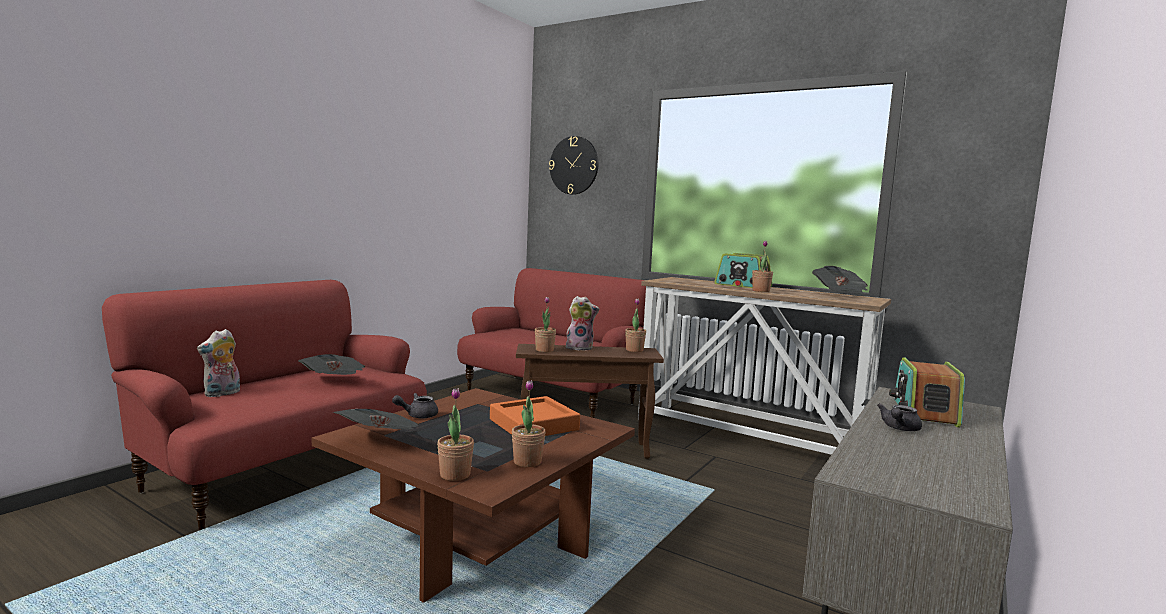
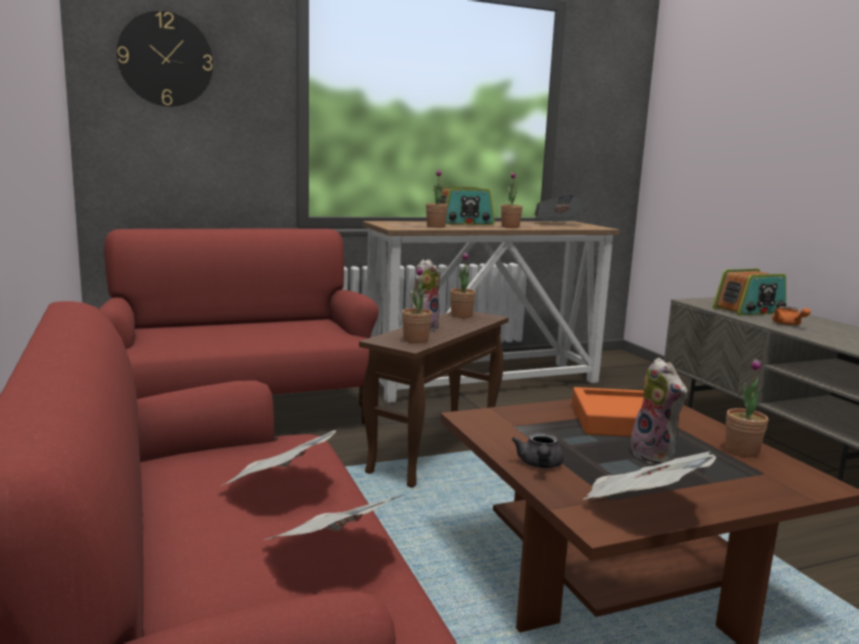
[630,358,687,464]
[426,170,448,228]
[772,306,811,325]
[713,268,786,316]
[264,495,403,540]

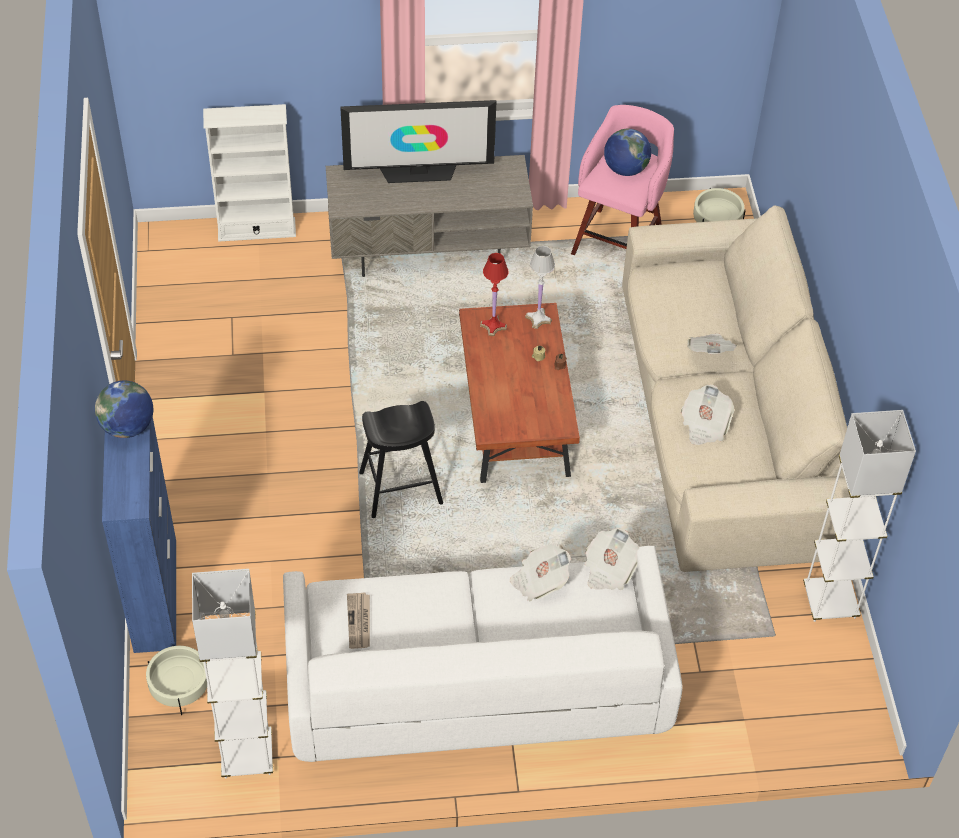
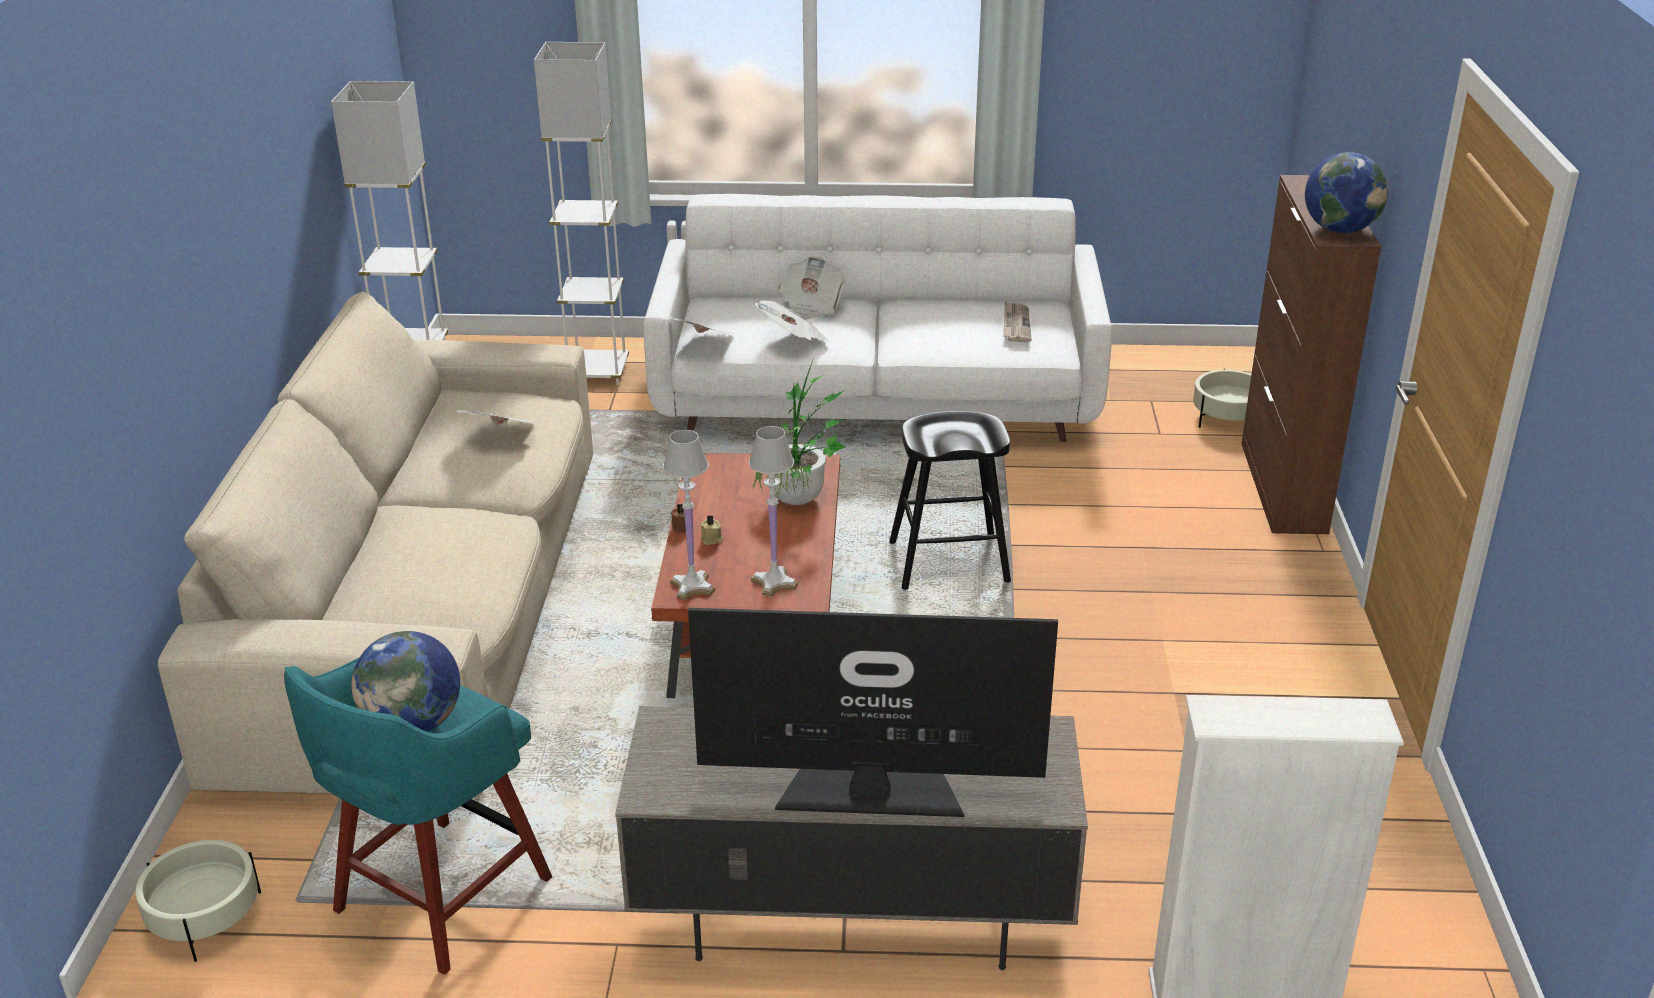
[1242,175,1381,534]
[534,42,629,385]
[749,426,798,597]
[284,657,552,975]
[779,256,845,320]
[752,358,846,505]

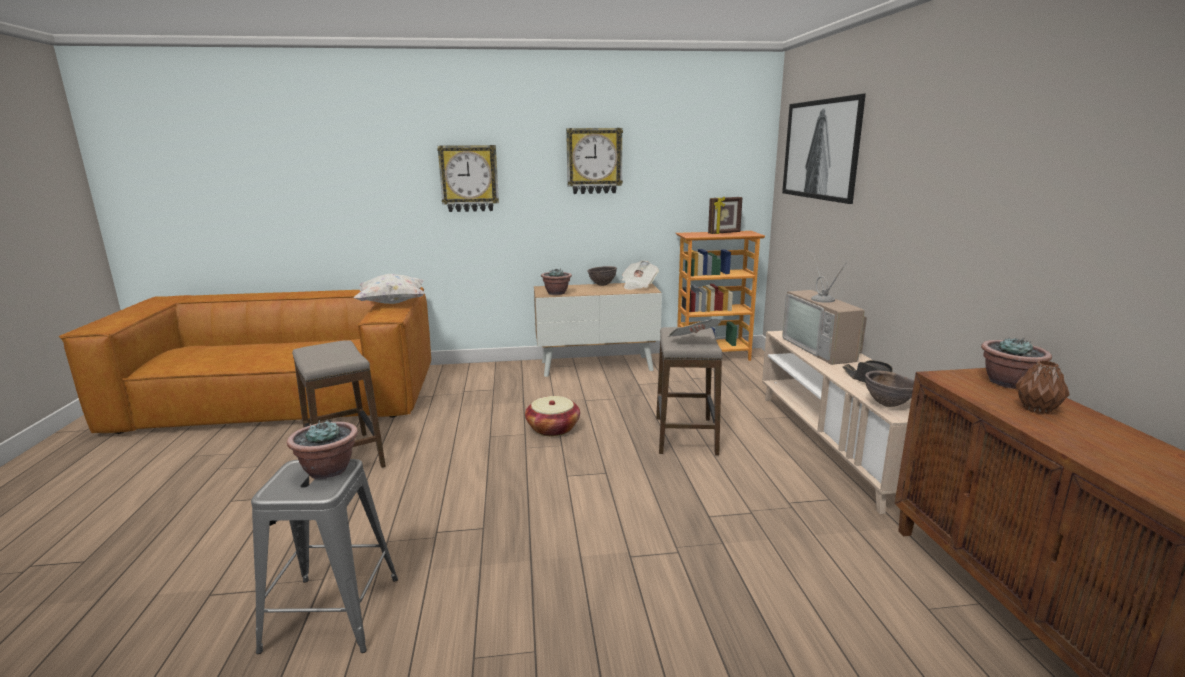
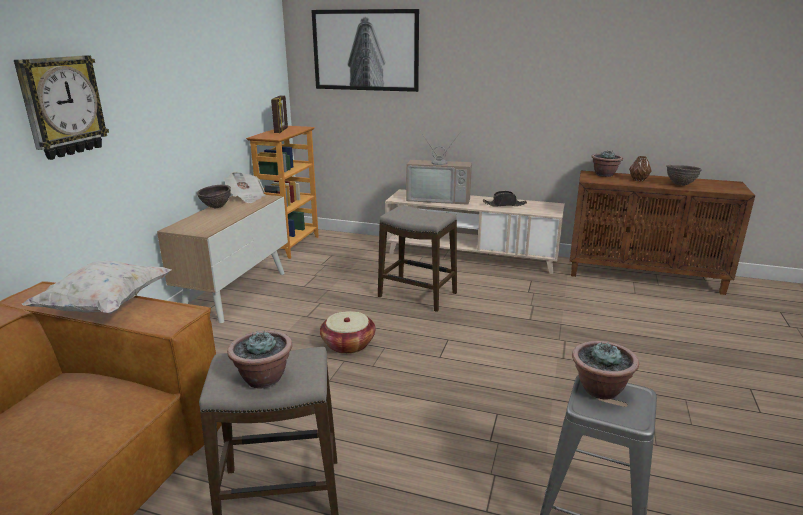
[227,331,292,389]
[566,128,623,194] (first image)
[667,319,722,337] (first image)
[666,165,701,186]

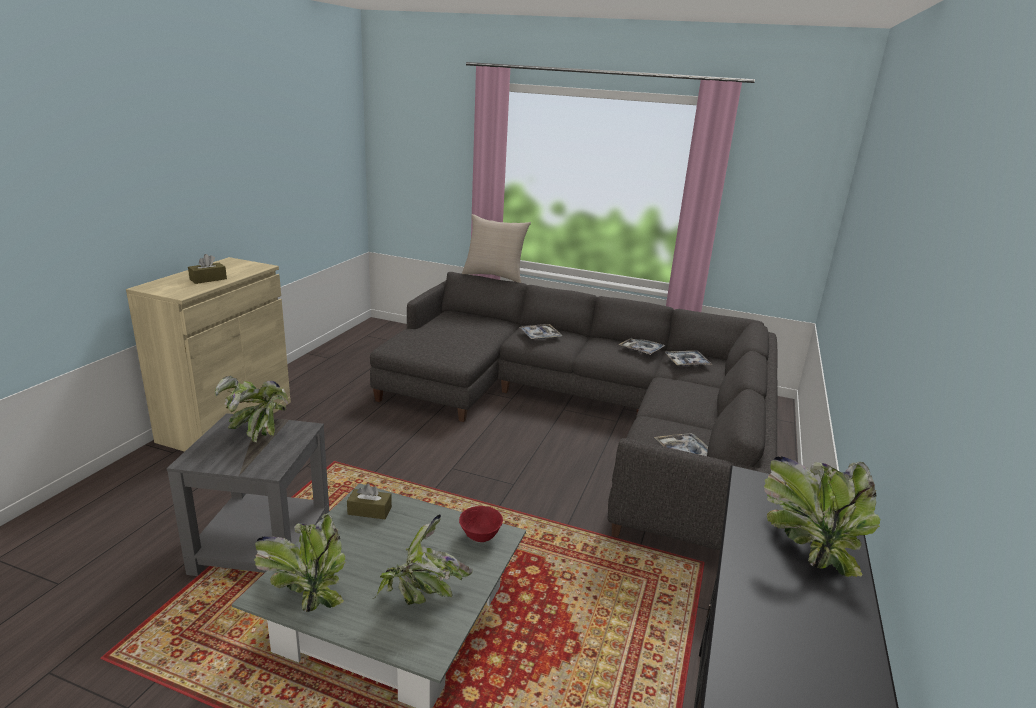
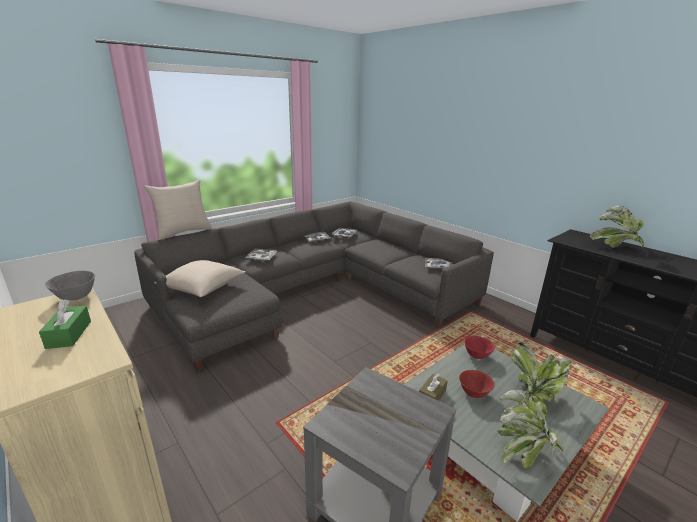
[39,299,91,349]
[215,375,288,443] (first image)
[45,271,95,301]
[155,260,246,297]
[459,370,495,398]

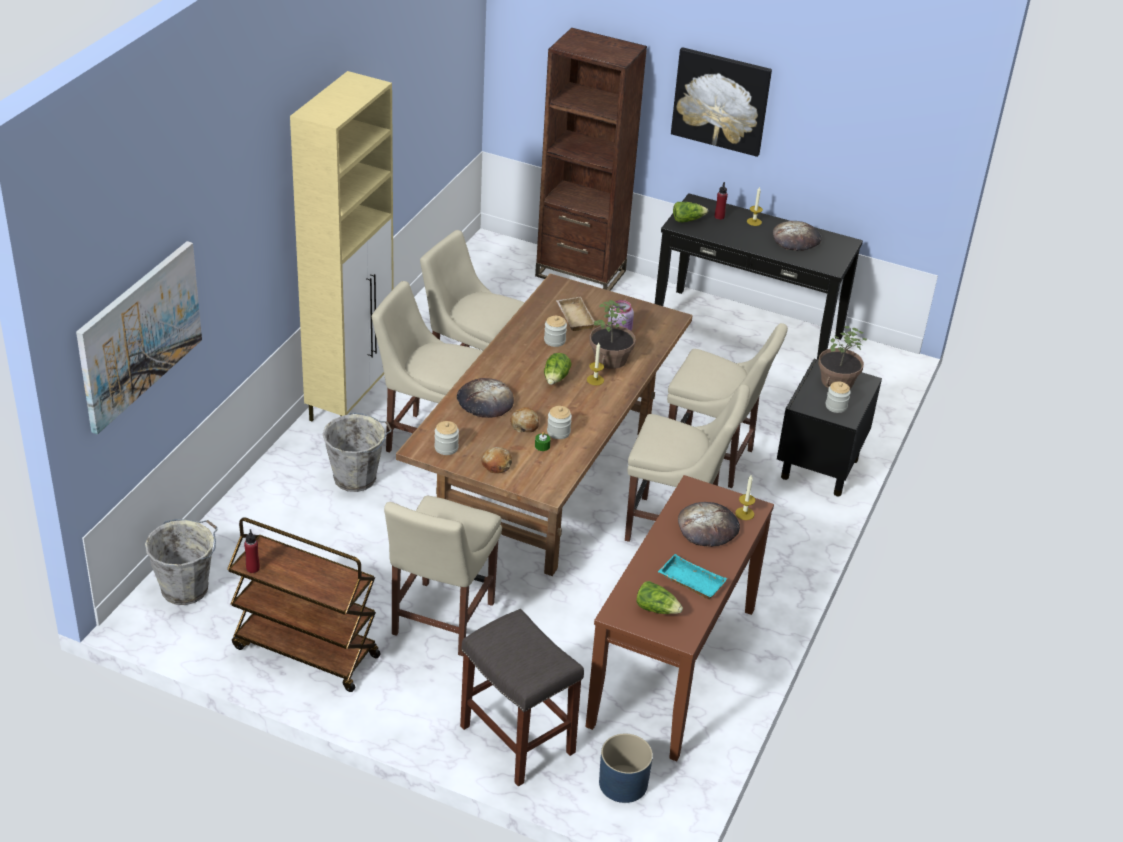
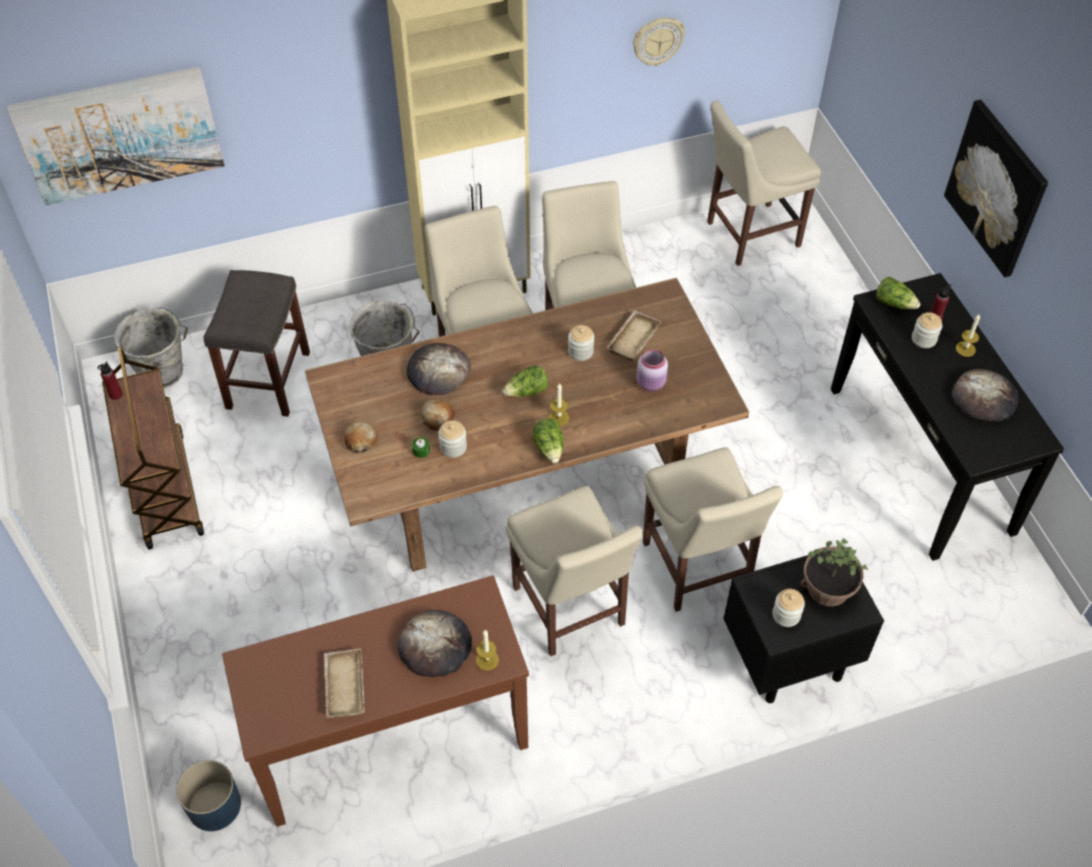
[707,101,821,266]
[912,312,942,348]
[204,270,310,417]
[535,28,647,291] (first image)
[589,300,636,369] (first image)
[532,418,564,464]
[324,648,365,718]
[633,18,685,66]

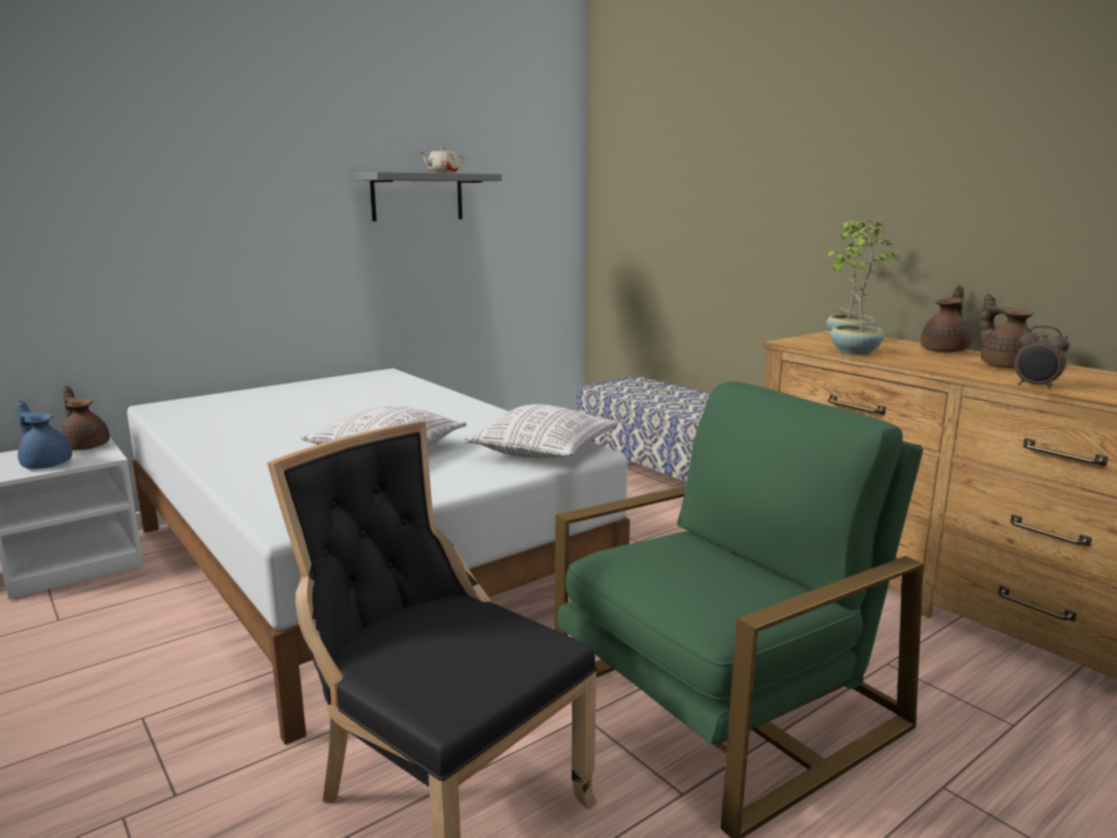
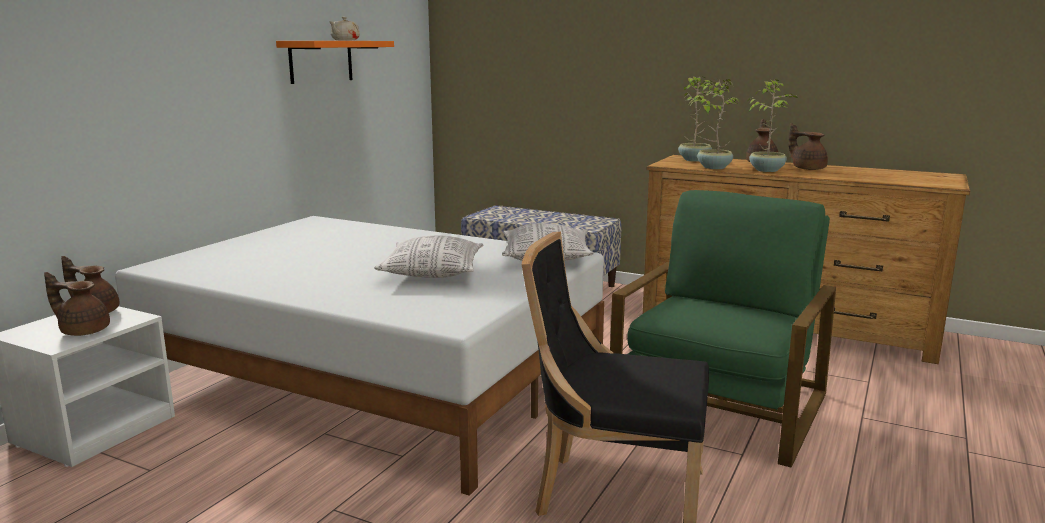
[44,272,110,336]
[276,41,394,84]
[1014,325,1070,390] (first image)
[748,79,797,172]

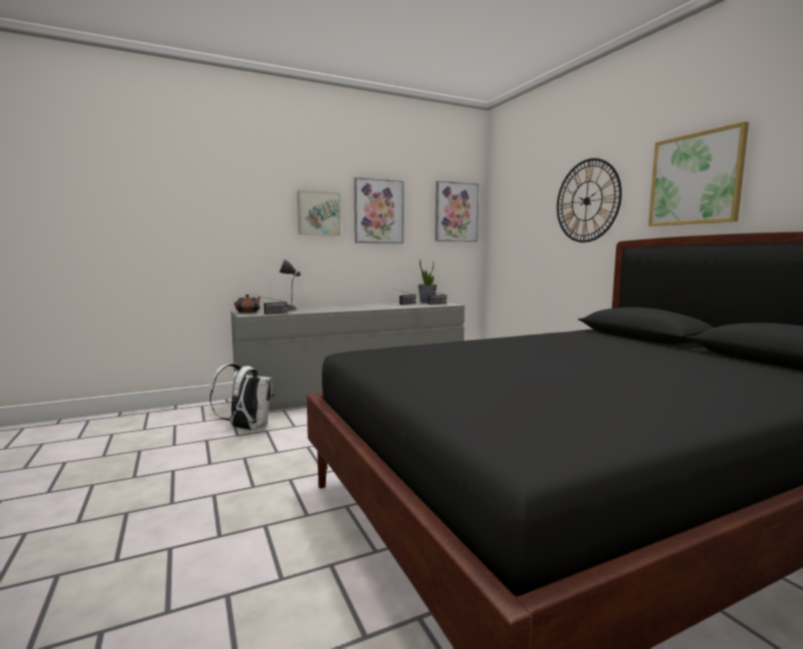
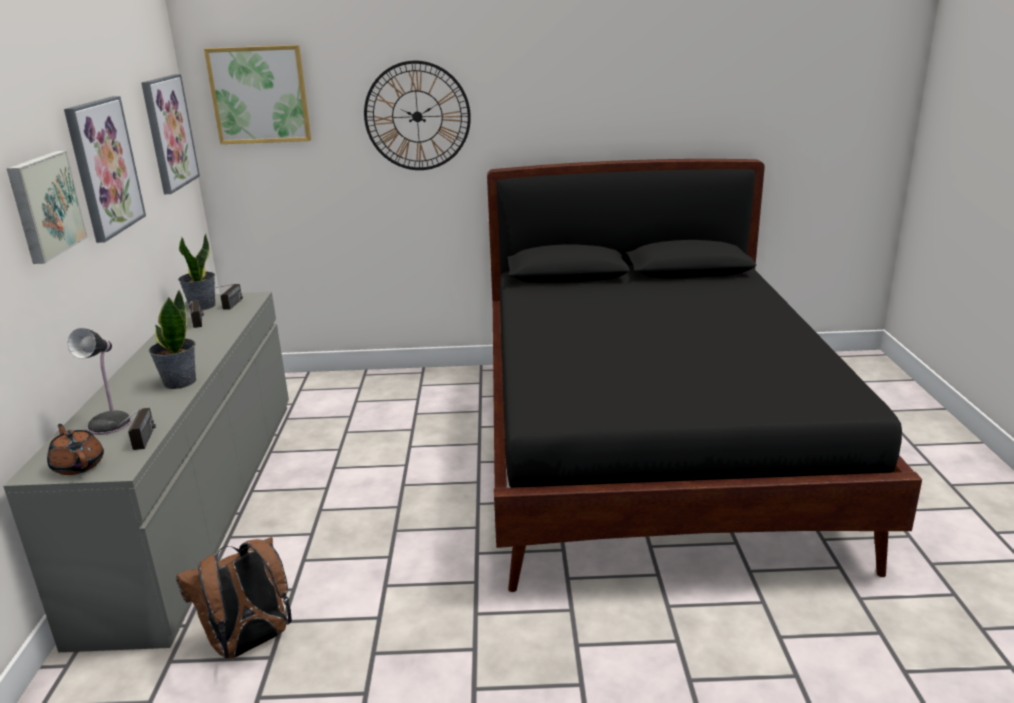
[176,537,292,659]
[204,45,311,144]
[149,289,196,389]

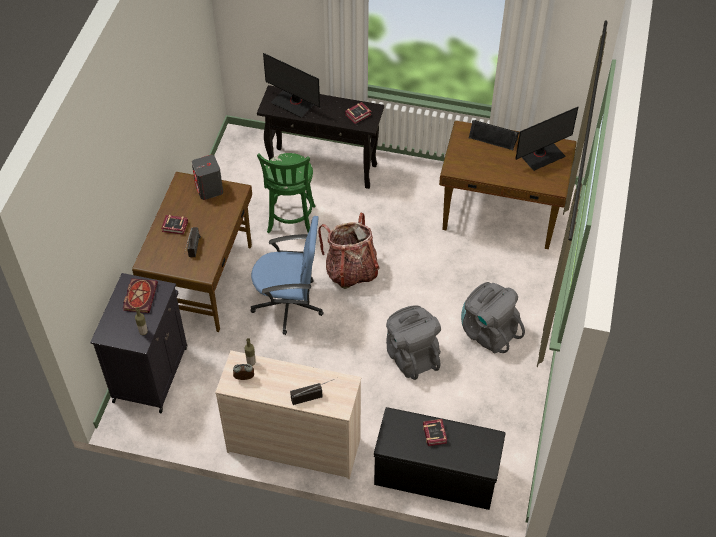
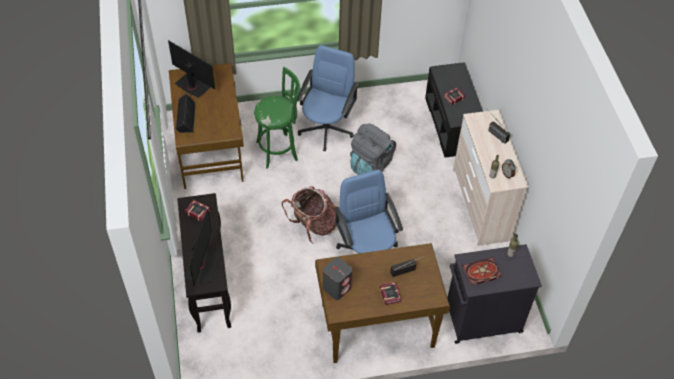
[254,67,300,169]
[297,45,359,151]

